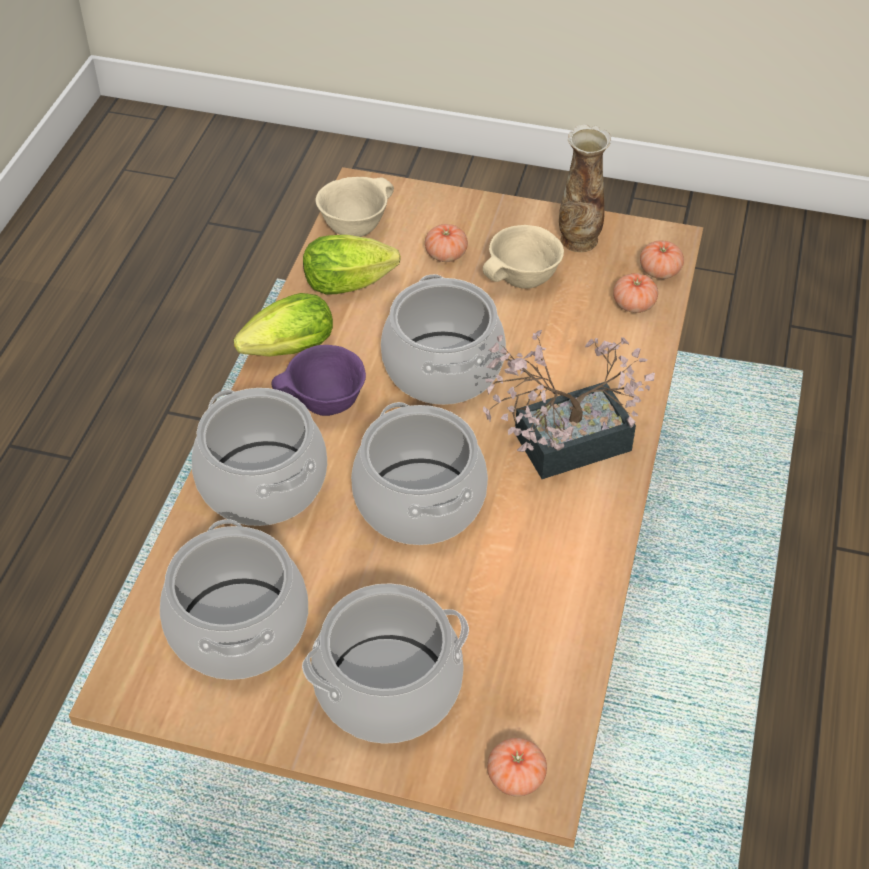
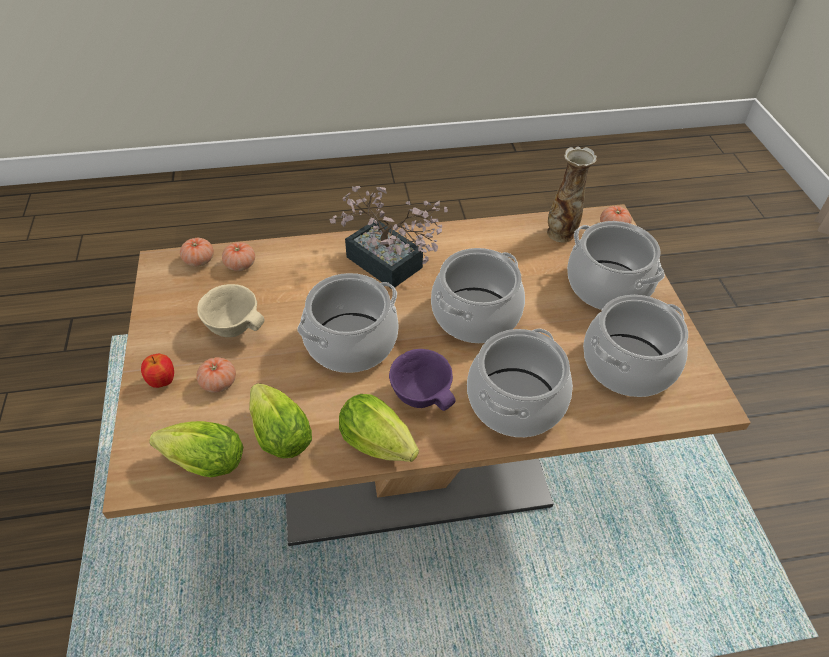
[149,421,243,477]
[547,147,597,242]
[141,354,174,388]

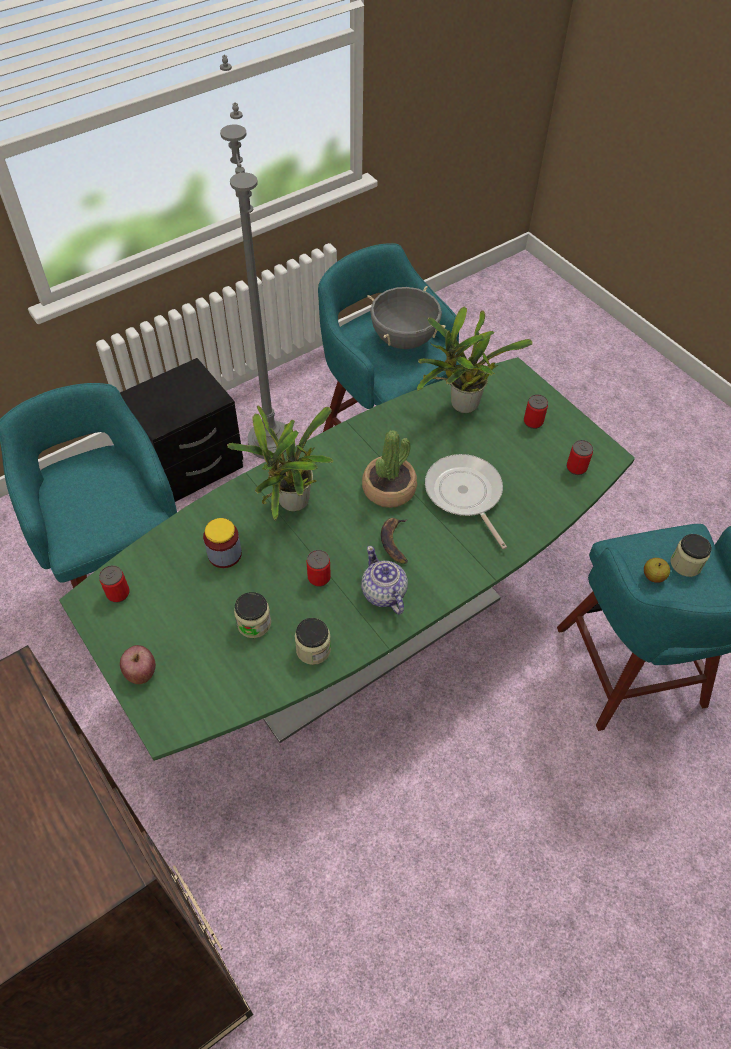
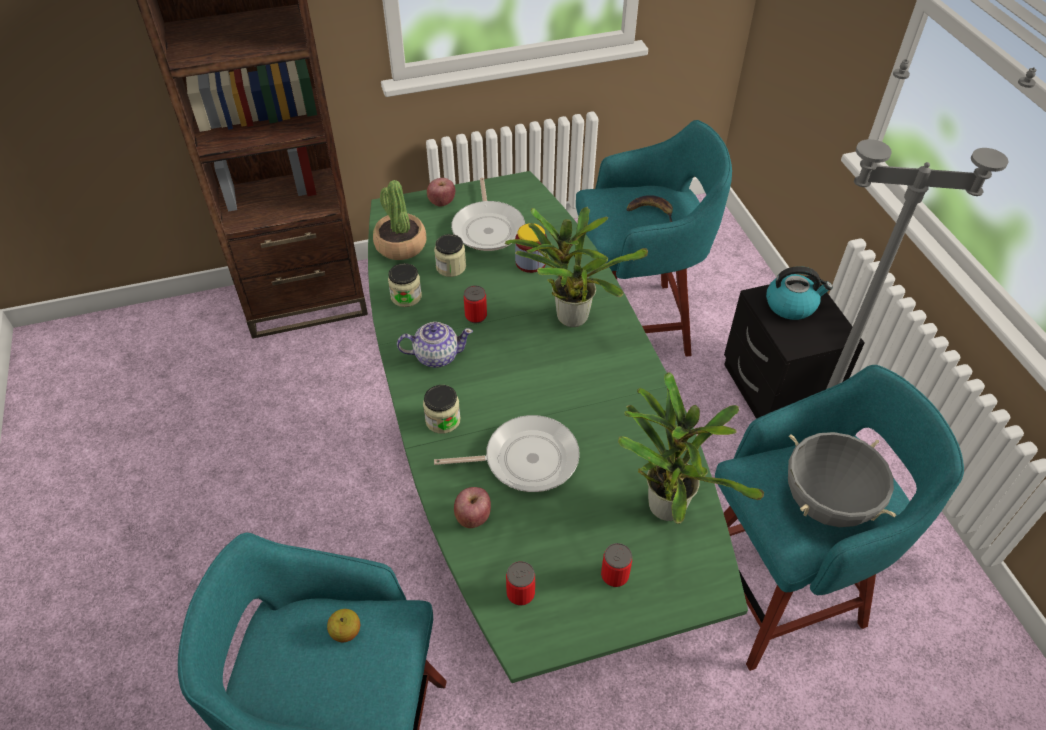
[99,565,130,602] (first image)
[373,180,426,260]
[626,195,673,222]
[423,385,461,434]
[451,178,525,251]
[454,487,491,528]
[766,266,833,320]

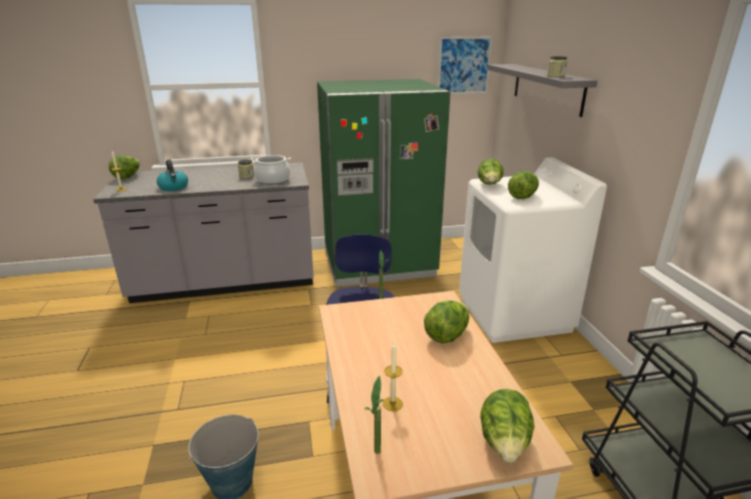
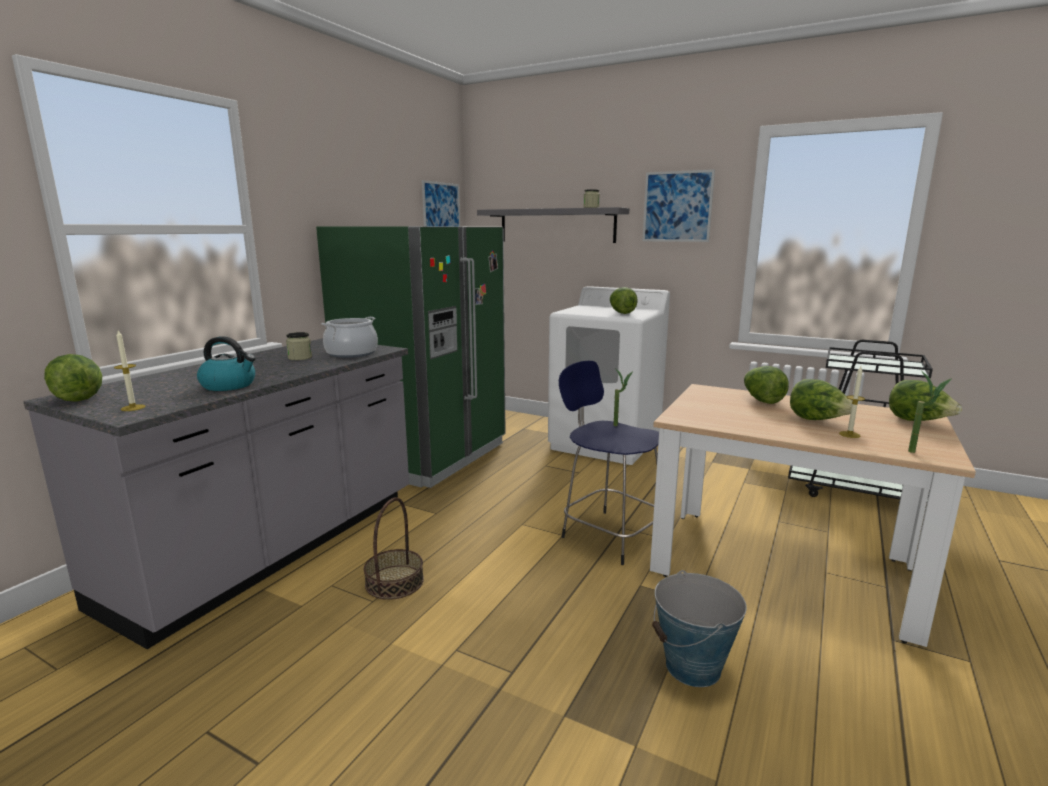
[790,379,852,420]
[364,497,424,600]
[642,169,715,242]

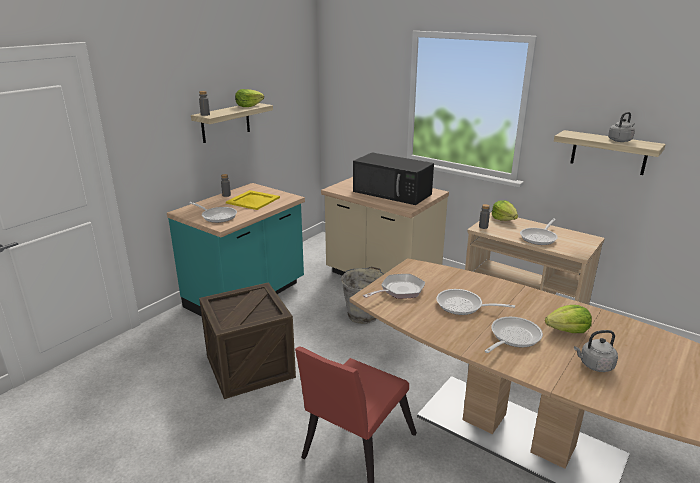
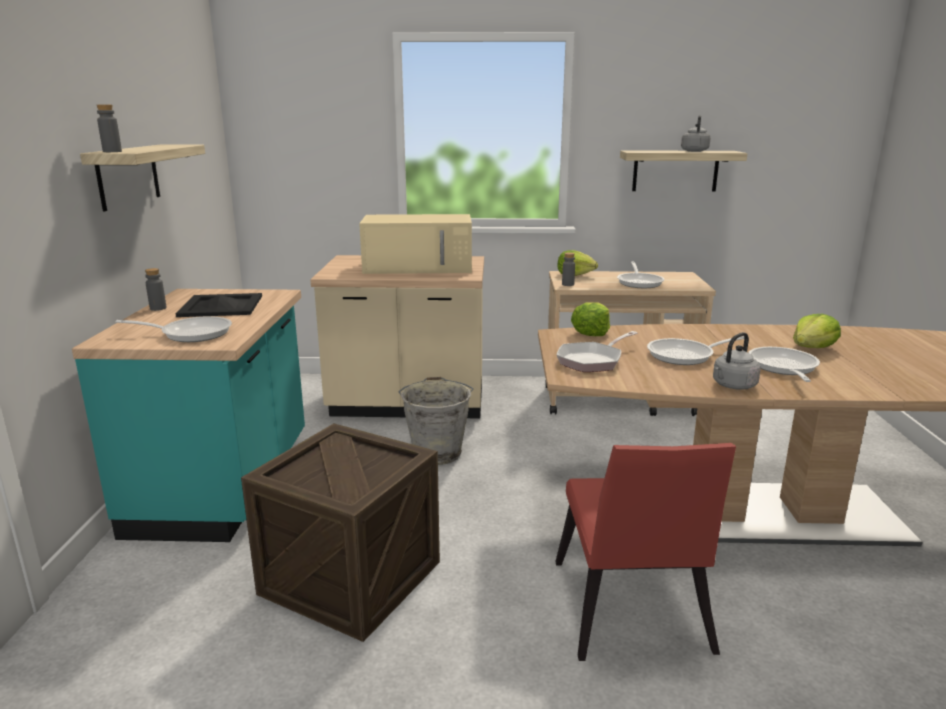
[176,293,262,317]
[571,302,610,336]
[359,214,472,274]
[556,331,638,372]
[713,332,761,390]

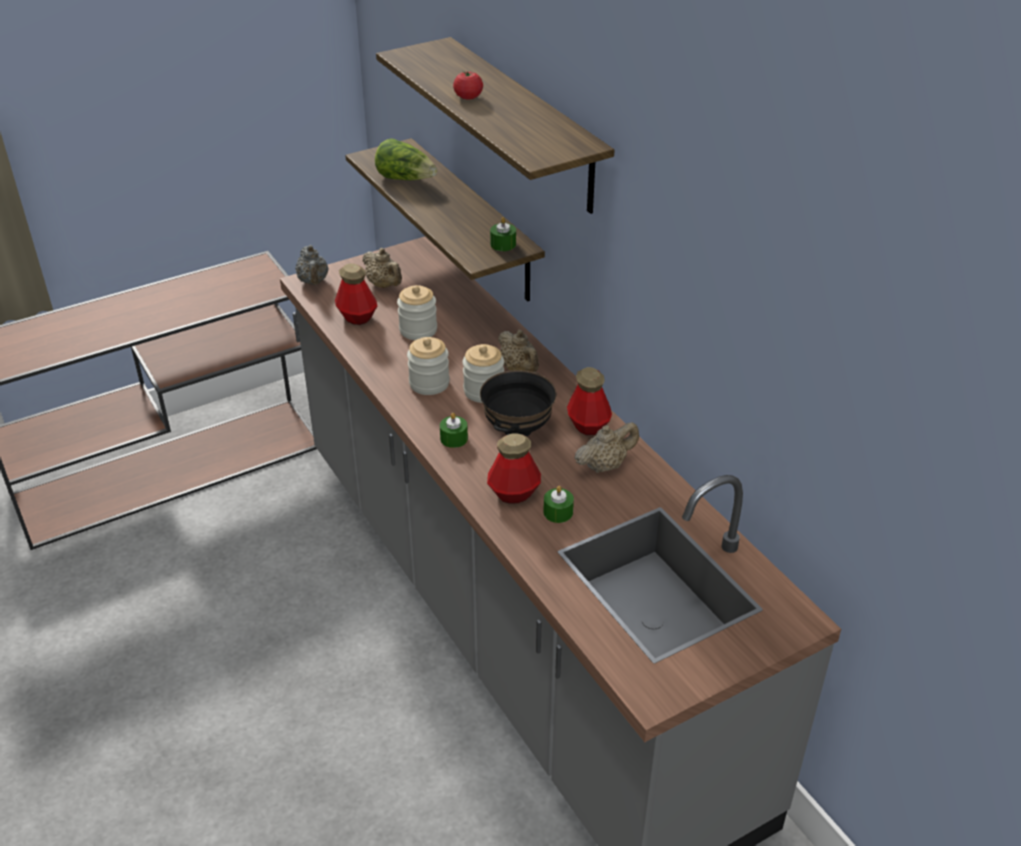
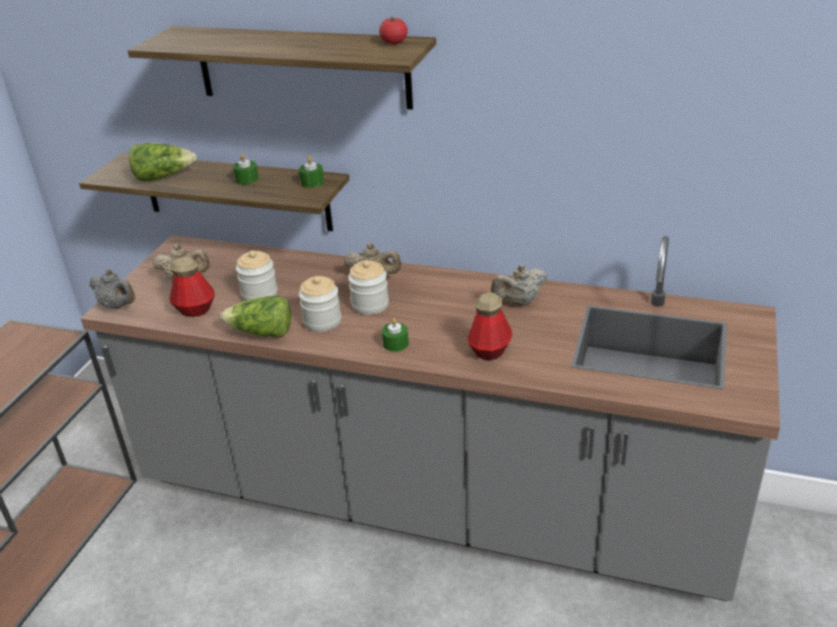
[379,17,408,44]
[480,370,556,436] (first image)
[233,153,259,185]
[567,367,612,435] (first image)
[491,265,547,306]
[220,296,291,337]

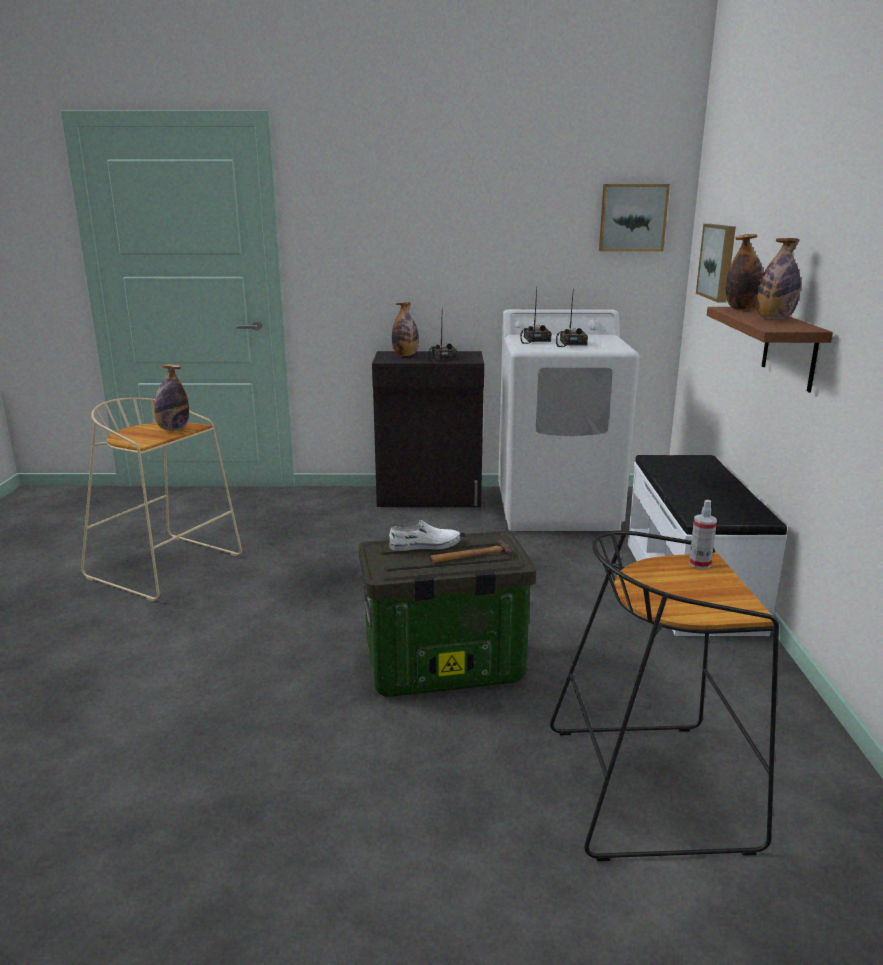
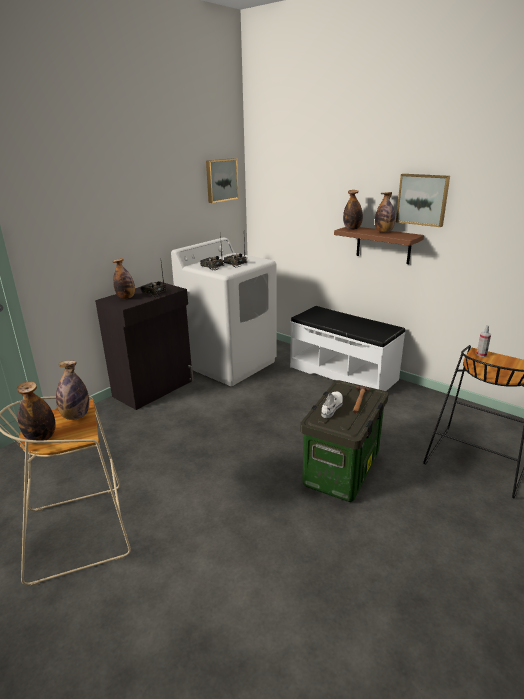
[396,174,450,227]
[17,382,56,440]

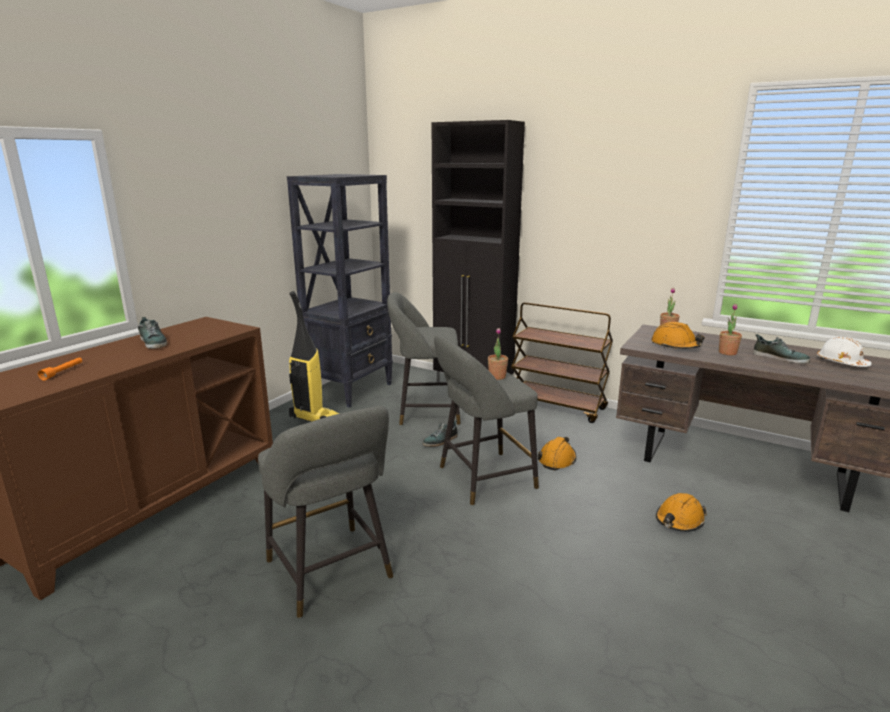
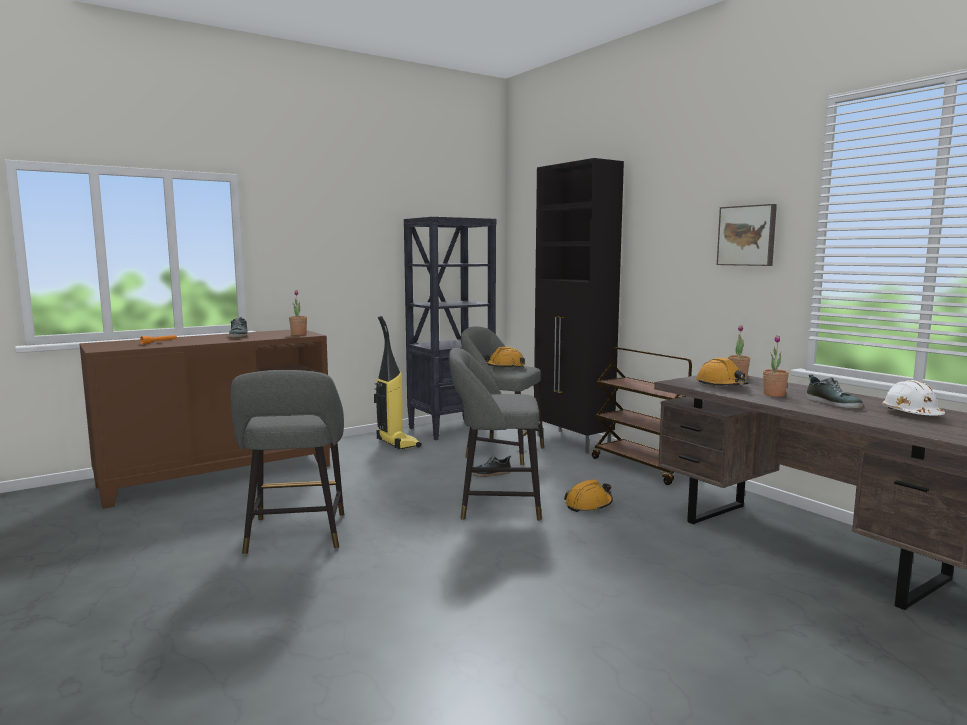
[289,290,307,335]
[483,347,525,369]
[717,204,777,266]

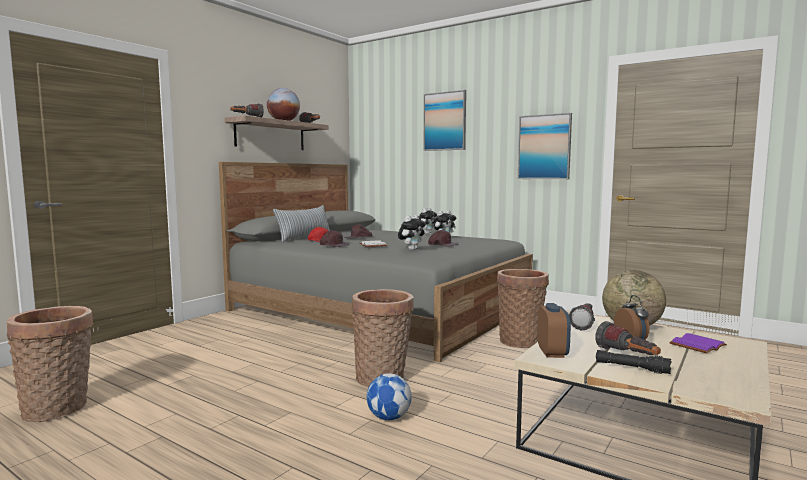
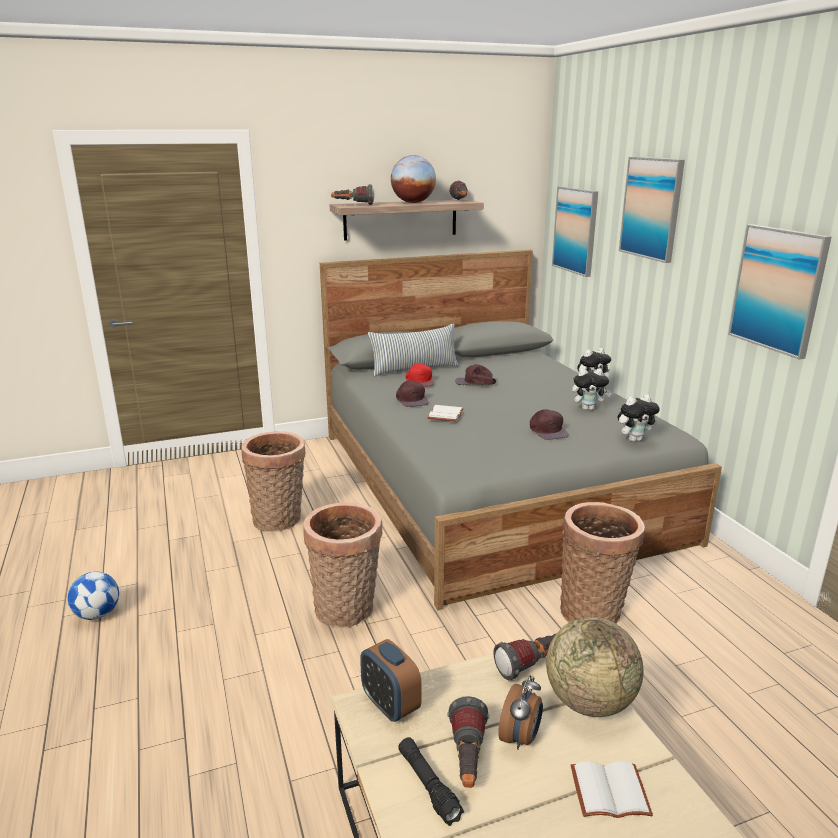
[241,432,306,532]
[68,572,119,620]
[618,395,660,442]
[360,639,422,722]
[571,761,653,818]
[552,187,598,277]

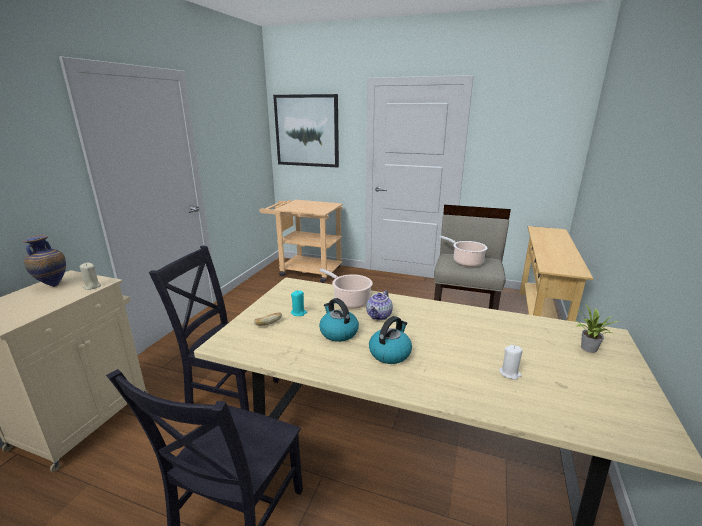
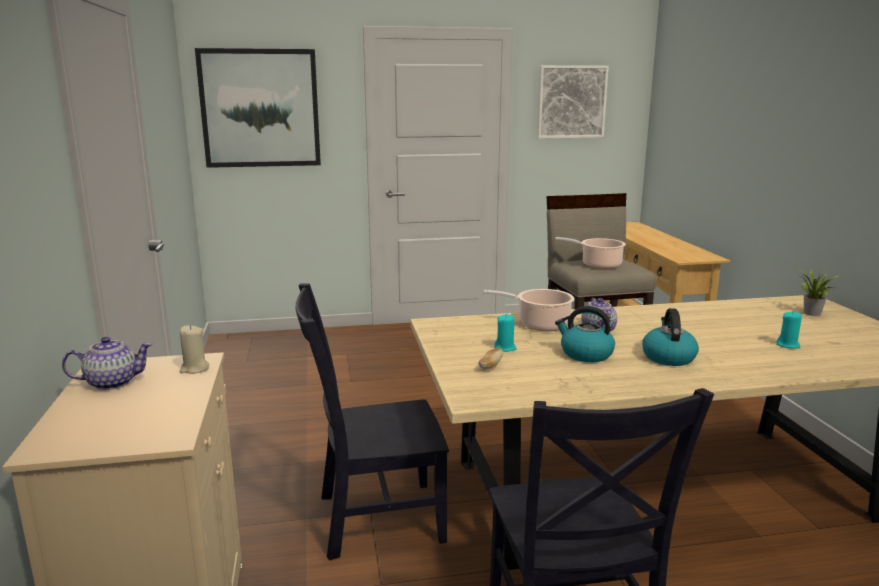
[62,337,153,390]
[259,200,343,283] (first image)
[777,311,802,348]
[537,65,609,139]

